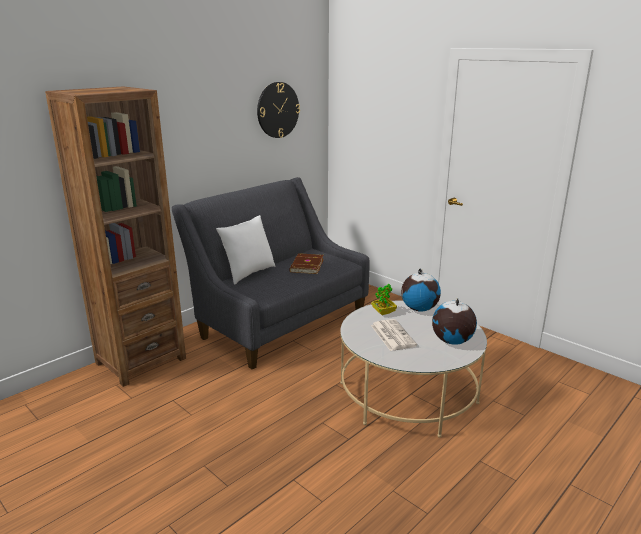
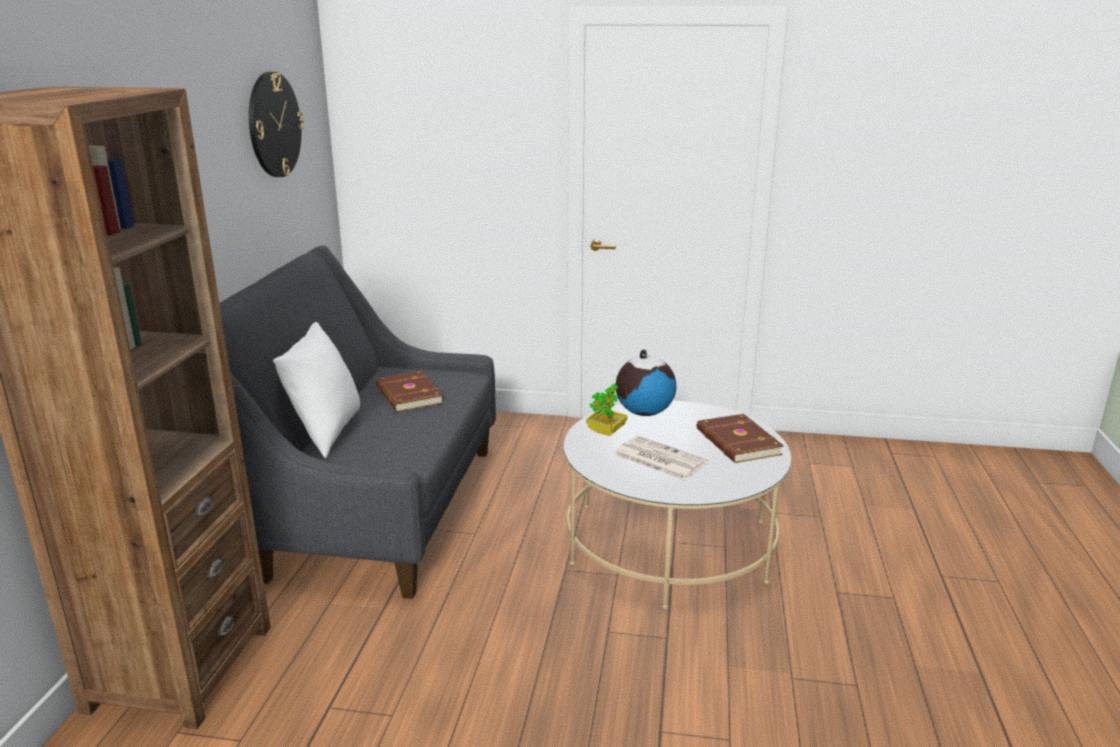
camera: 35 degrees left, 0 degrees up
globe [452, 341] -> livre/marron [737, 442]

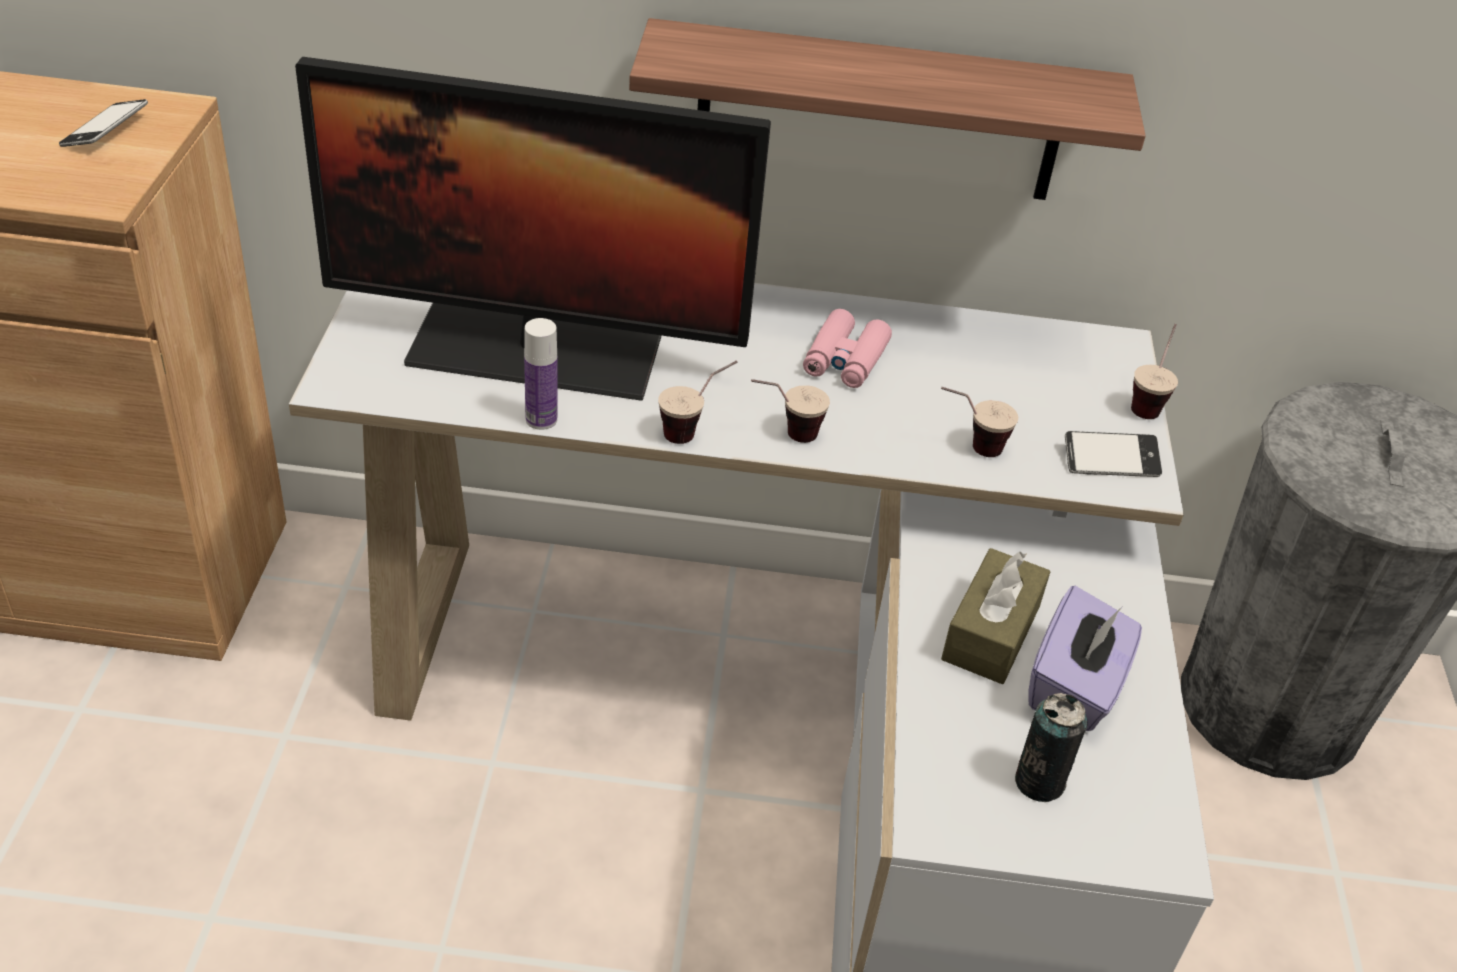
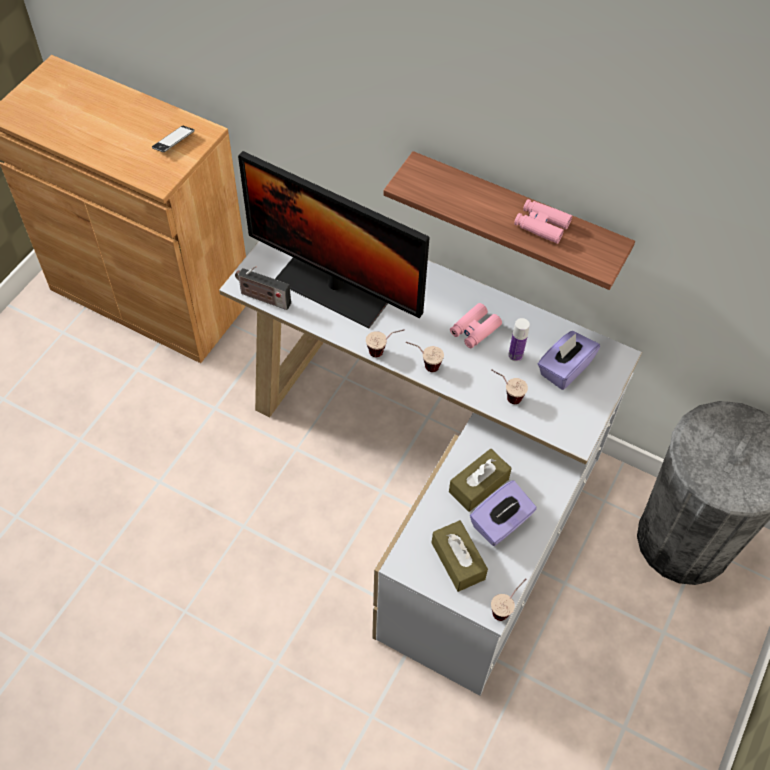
camera: 25 degrees right, 15 degrees up
bouteille [541, 419] -> bouteille [515, 355], moved
boîte métallique [1039, 782] -> boîte à mouchoirs/marron [458, 561]
téléphone [1110, 461] -> none
tasse [1148, 401] -> tasse [506, 607], moved
none -> radio [263, 298]
none -> jumelles/rose [541, 225]
none -> boîte à mouchoirs/violet [564, 369]

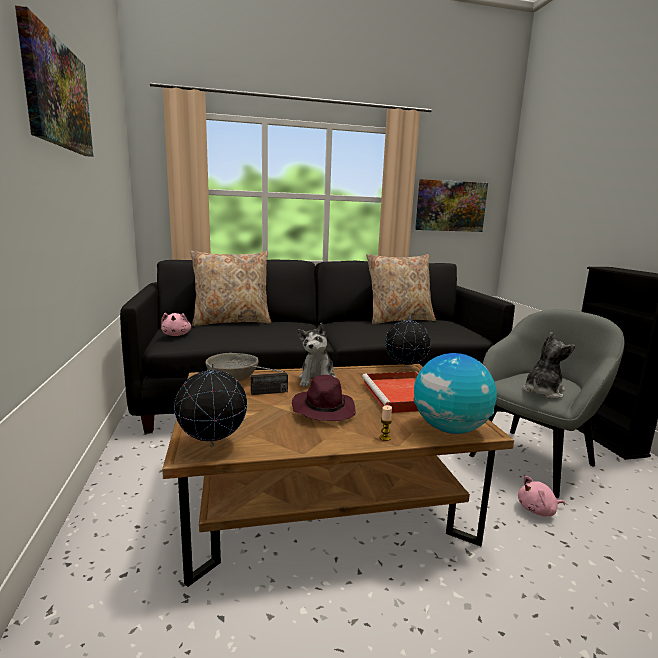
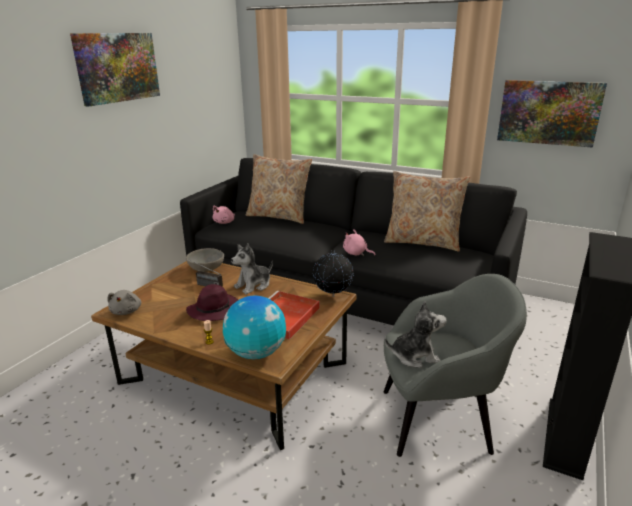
camera: 40 degrees right, 10 degrees up
globe [213, 446] -> peluche/gris [127, 311]
peluche/rose [538, 510] -> peluche/rose [356, 253], moved

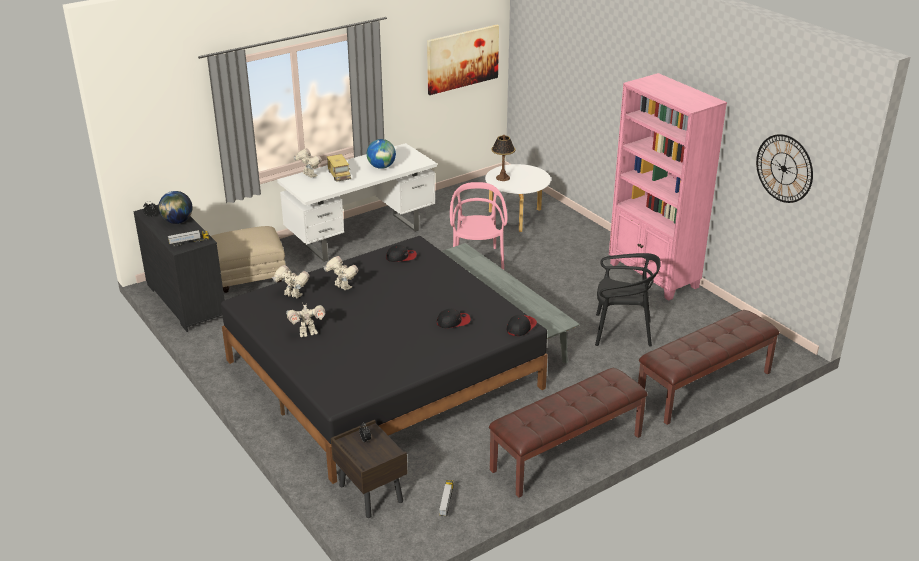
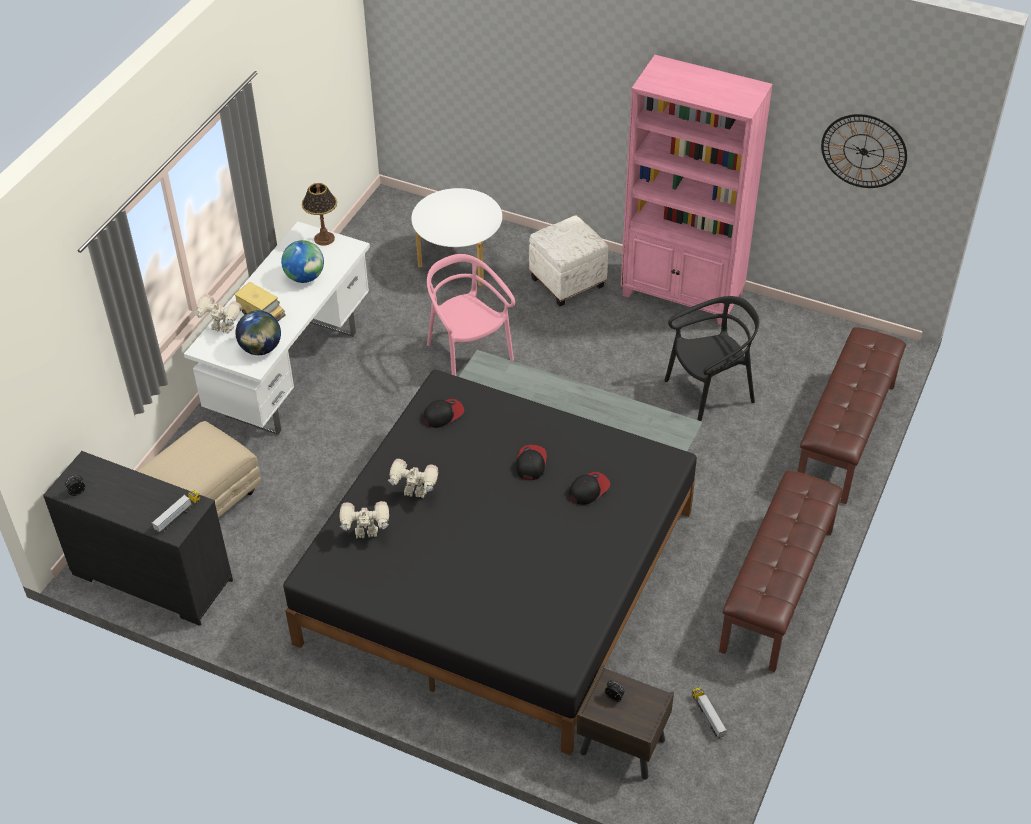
camera: 30 degrees left, 15 degrees up
globe [177, 221] -> globe [261, 349], moved
robot jouet [307, 332] -> none
tableau [462, 59] -> none
lampe de table [502, 178] -> lampe de table [324, 239], moved
casquette [521, 327] -> casquette [531, 463], moved
none -> pouf/blanc [568, 281]

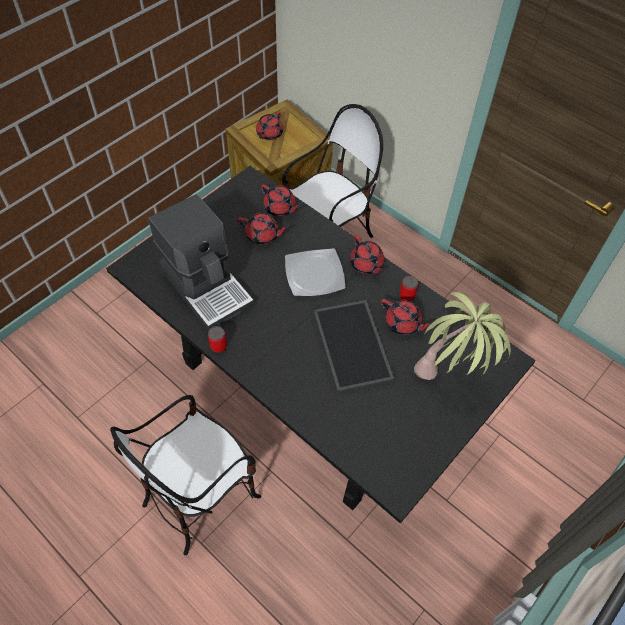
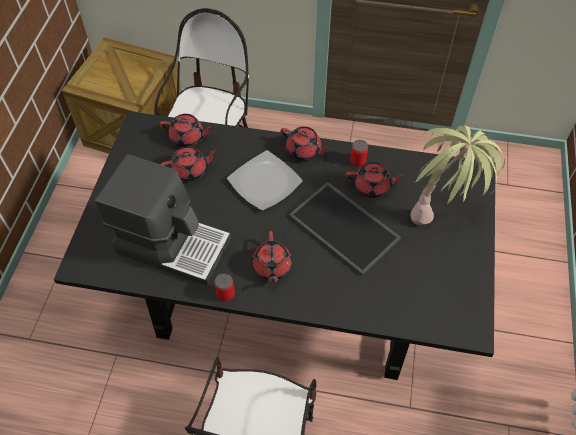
camera: 30 degrees left, 0 degrees up
théière/rouge [269, 134] -> théière/rouge [272, 267], moved

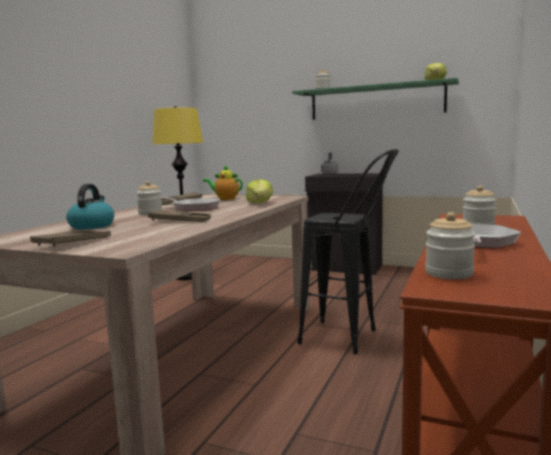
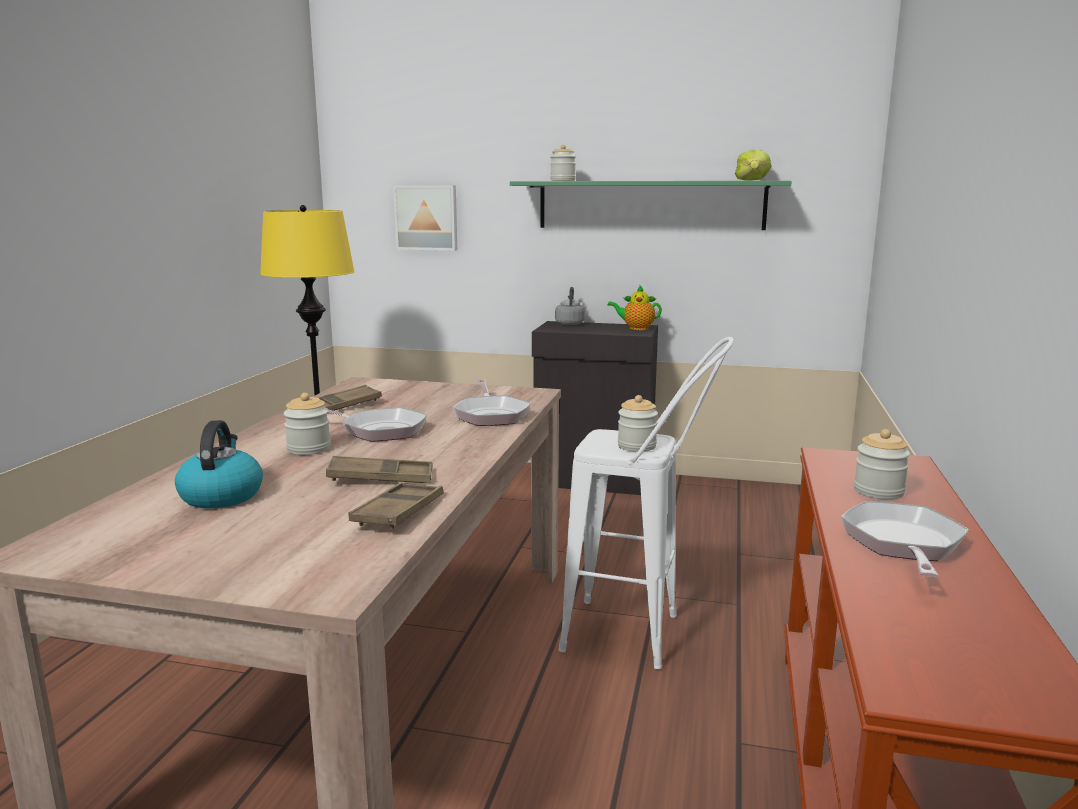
camera: 10 degrees left, 5 degrees up
plateau/marron [73, 242] -> plateau/marron [398, 512], moved
théière [225, 199] -> théière [636, 328], moved
laitue [260, 203] -> poêle [491, 414]
tabouret/noir [350, 339] -> tabouret/blanc [641, 636]
bocal [449, 273] -> bocal [636, 446], moved
none -> tableau [426, 217]

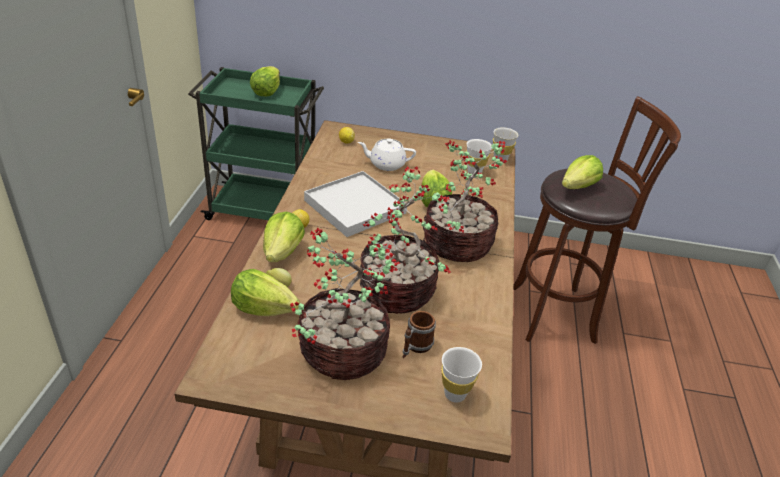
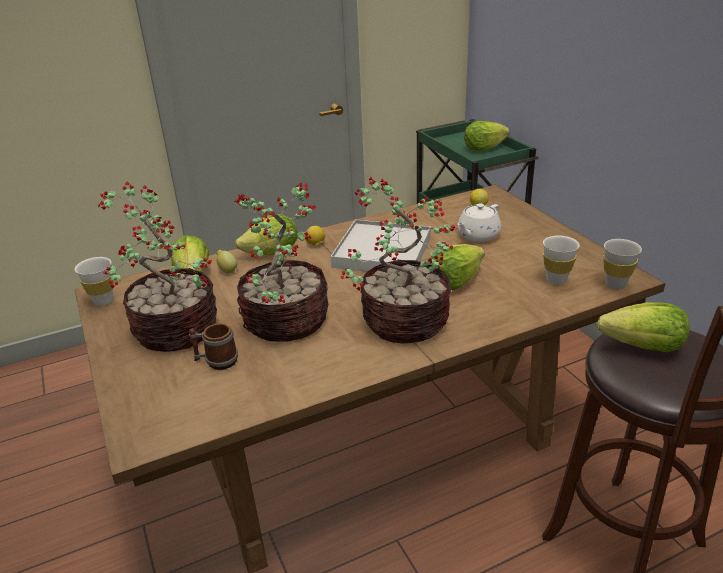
camera: 60 degrees right, 5 degrees down
théière/blanc [386, 164] -> théière/blanc [477, 236], 105 degrees counterclockwise
tasse/blanc [455, 394] -> tasse/blanc [103, 301], moved

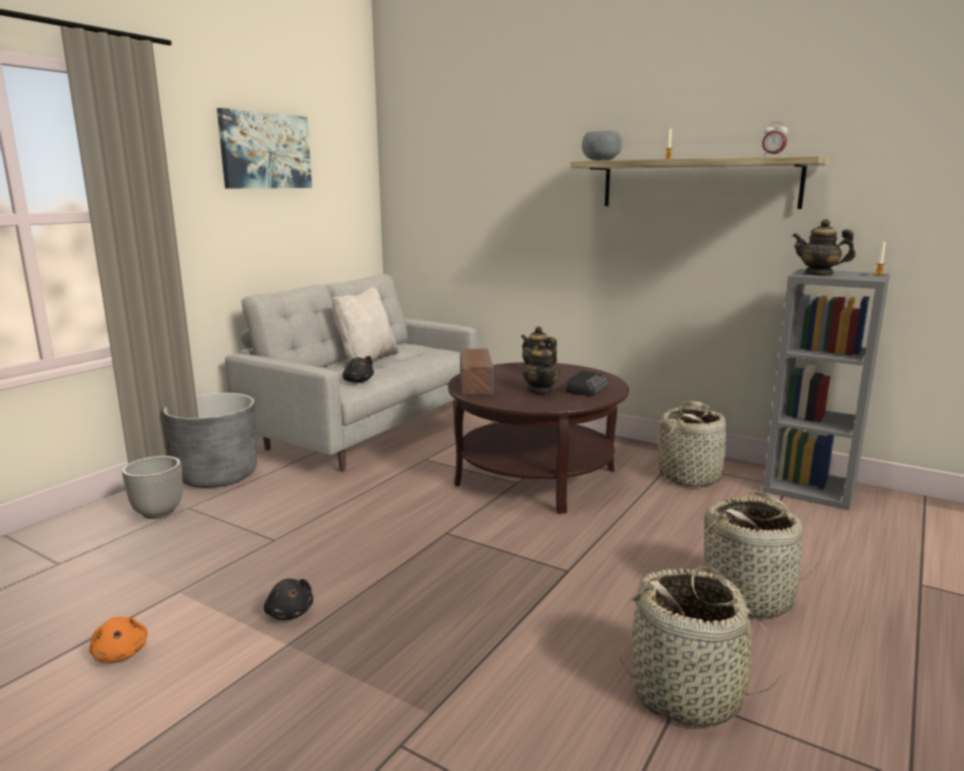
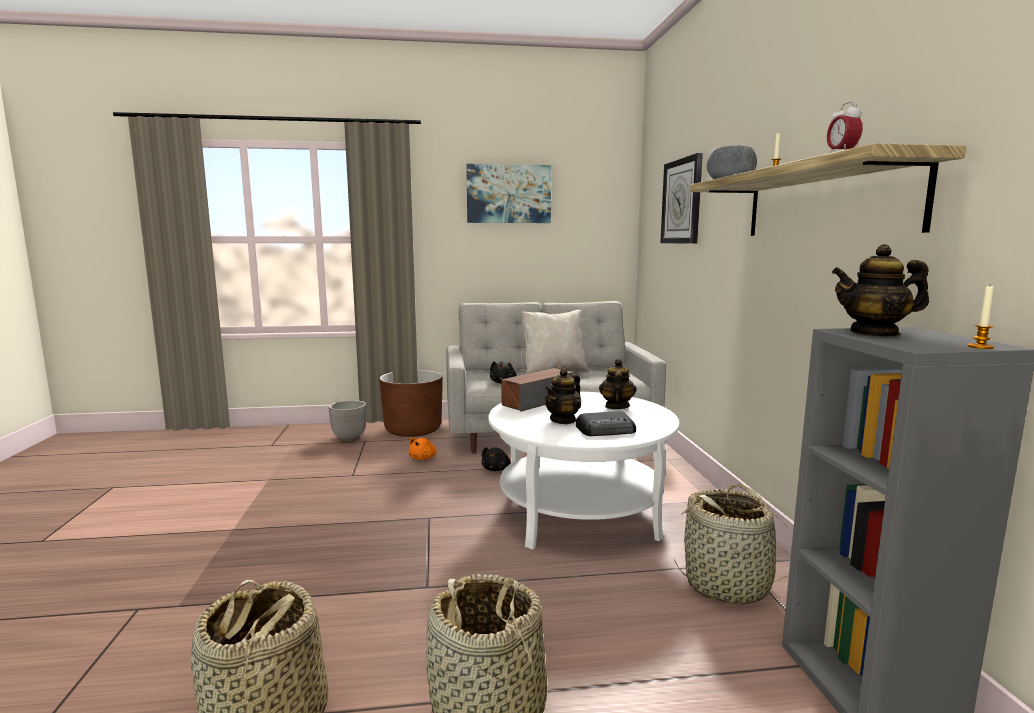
camera: 50 degrees right, 5 degrees down
peluche/orange [121, 653] -> peluche/orange [423, 458], moved
cache-pot/gris [218, 476] -> cache-pot/marron [413, 430]
peluche/noir [289, 612] -> peluche/noir [496, 469], moved
table basse/marron [535, 477] -> table basse/blanc [580, 512]
théière [819, 274] -> théière [874, 333], 75 degrees counterclockwise
none -> horloge murale [682, 201]

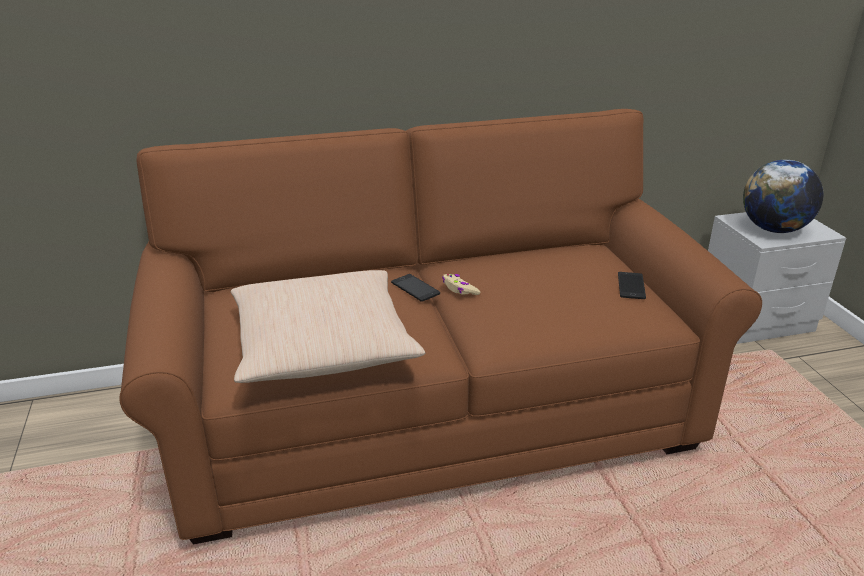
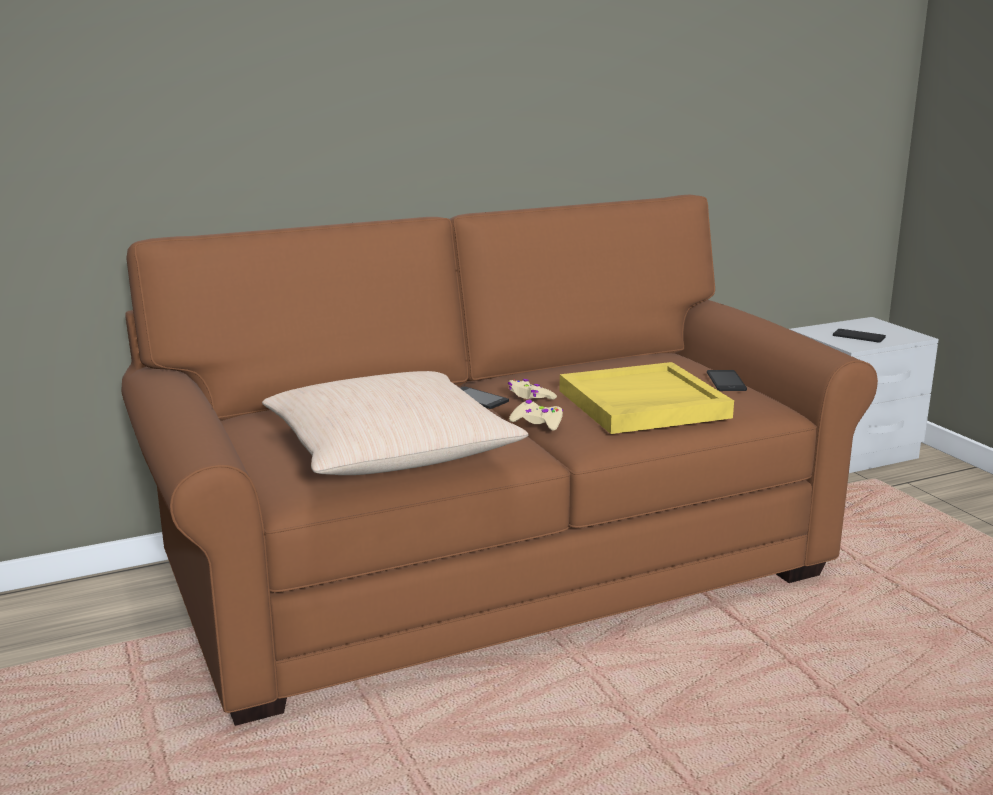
camera: 10 degrees left, 10 degrees down
globe [774, 229] -> téléphone [858, 336]
none -> manette/beige [538, 422]
none -> plateau/jaune [642, 404]

